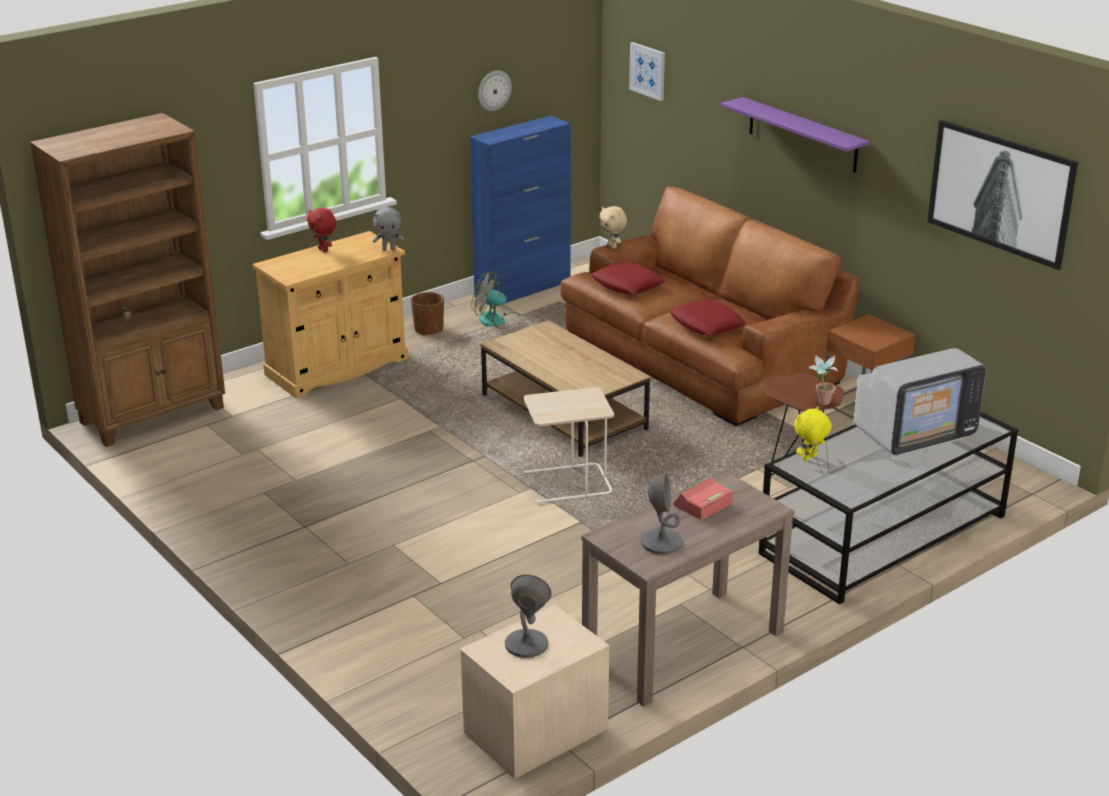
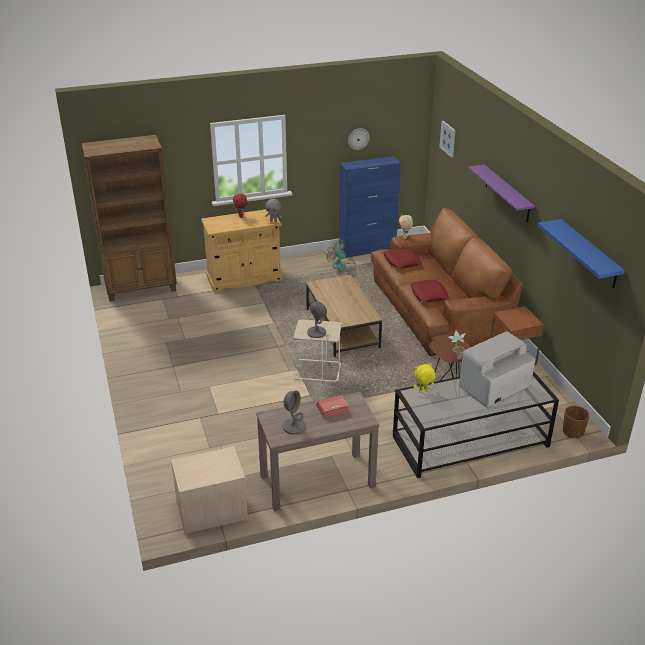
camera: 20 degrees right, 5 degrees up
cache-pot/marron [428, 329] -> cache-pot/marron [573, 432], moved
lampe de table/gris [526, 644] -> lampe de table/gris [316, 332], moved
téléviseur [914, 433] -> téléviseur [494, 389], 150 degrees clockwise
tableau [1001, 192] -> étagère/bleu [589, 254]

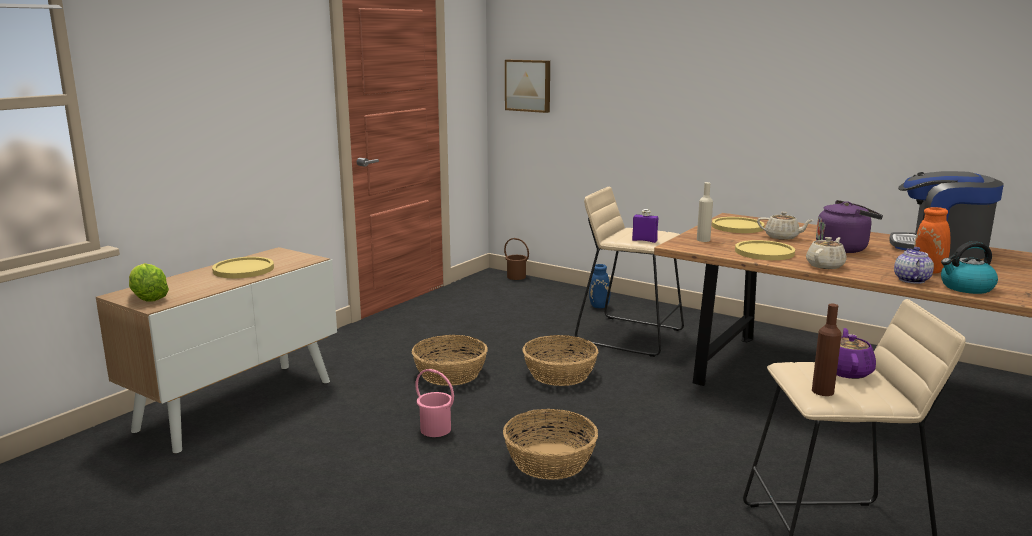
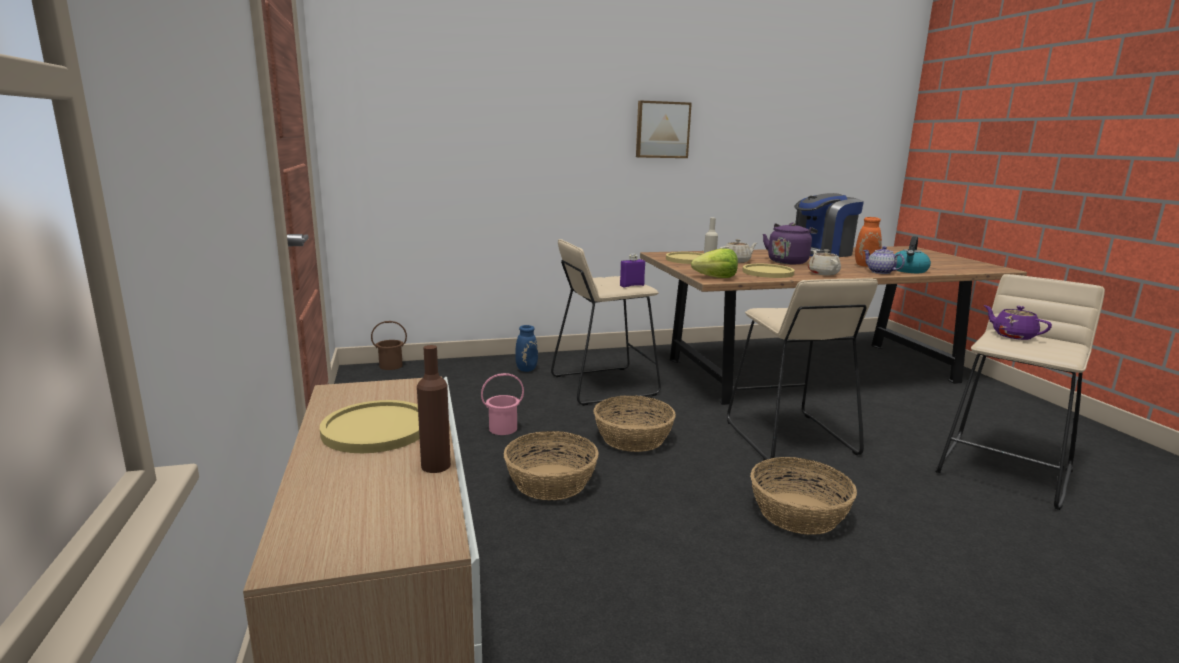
camera: 50 degrees left, 0 degrees up
laitue [148, 298] -> laitue [716, 277], moved
seau/rose [435, 429] -> seau/rose [502, 428], moved
tableau [528, 85] -> tableau [662, 130], moved
bouteille/marron [822, 391] -> bouteille/marron [436, 465], moved
none -> tabouret/beige [788, 438]

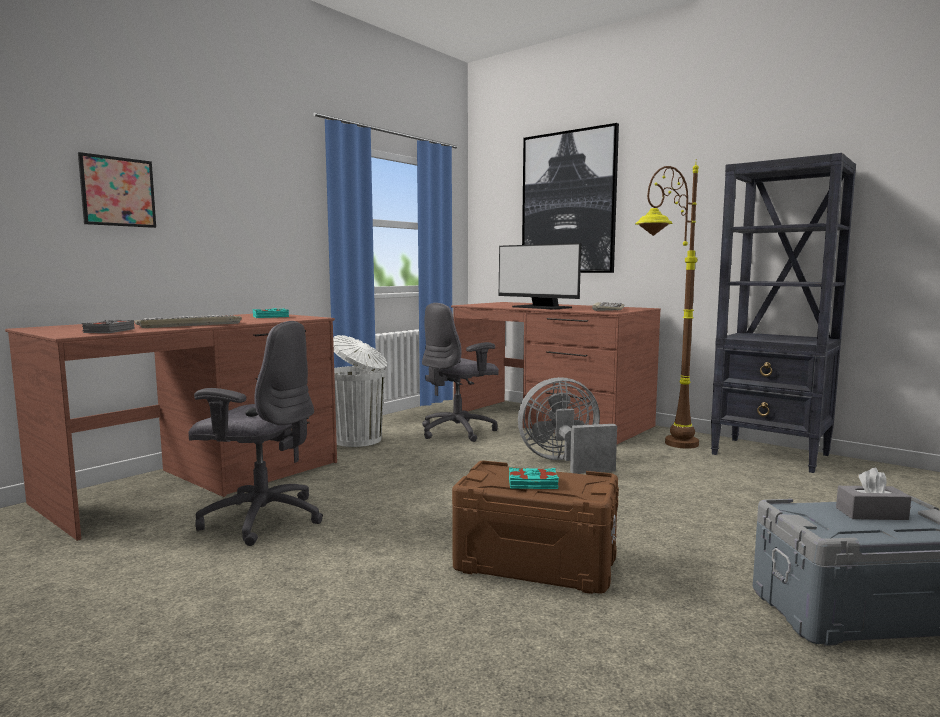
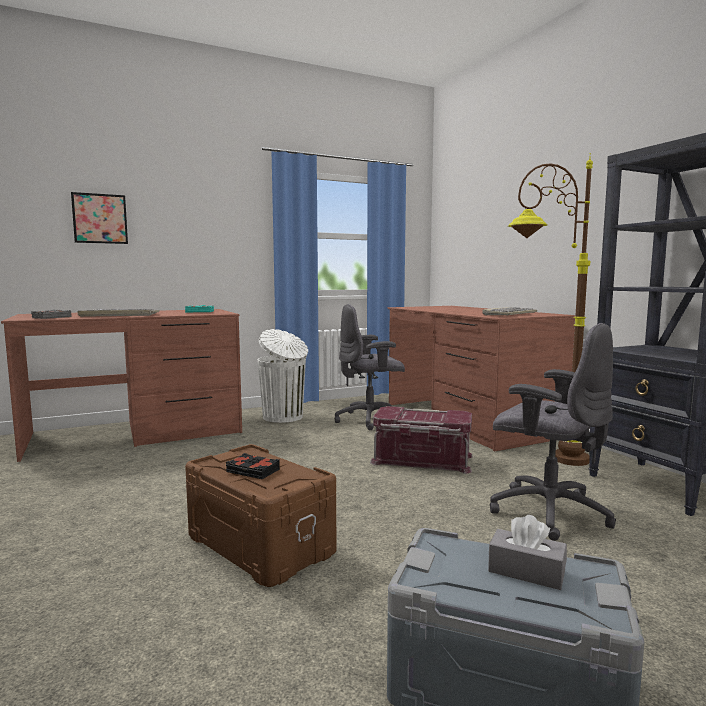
camera: 25 degrees right, 0 degrees up
chaise de bureau/gris [261, 518] -> chaise de bureau/gris [547, 511], moved
écran d'ordinateur [541, 307] -> none
livre/turquoise [533, 484] -> livre/noir [252, 471]
ventilateur/gris [564, 462] -> boîte de rangement/rouge [421, 460]
tableau [568, 203] -> none

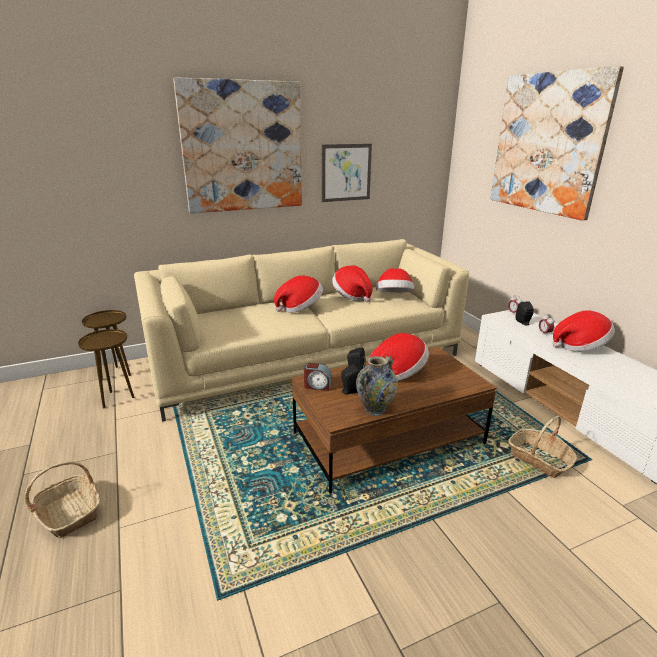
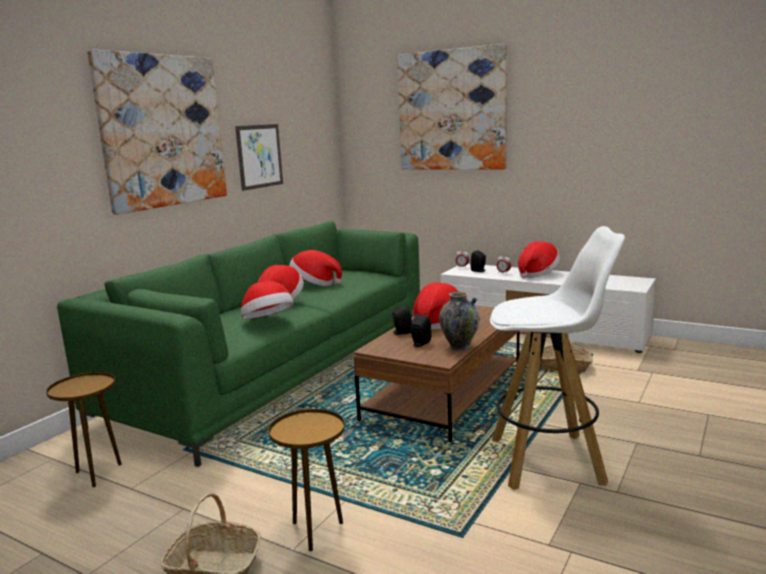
camera: 35 degrees left, 10 degrees down
table d'appoint/marron [116, 374] -> table d'appoint/marron [315, 531], moved
canapé/beige [306, 357] -> canapé/vert [280, 369]
réveil [317, 386] -> none
chapeau [394, 297] -> chapeau [267, 321], moved
none -> tabouret/blanc [548, 461]

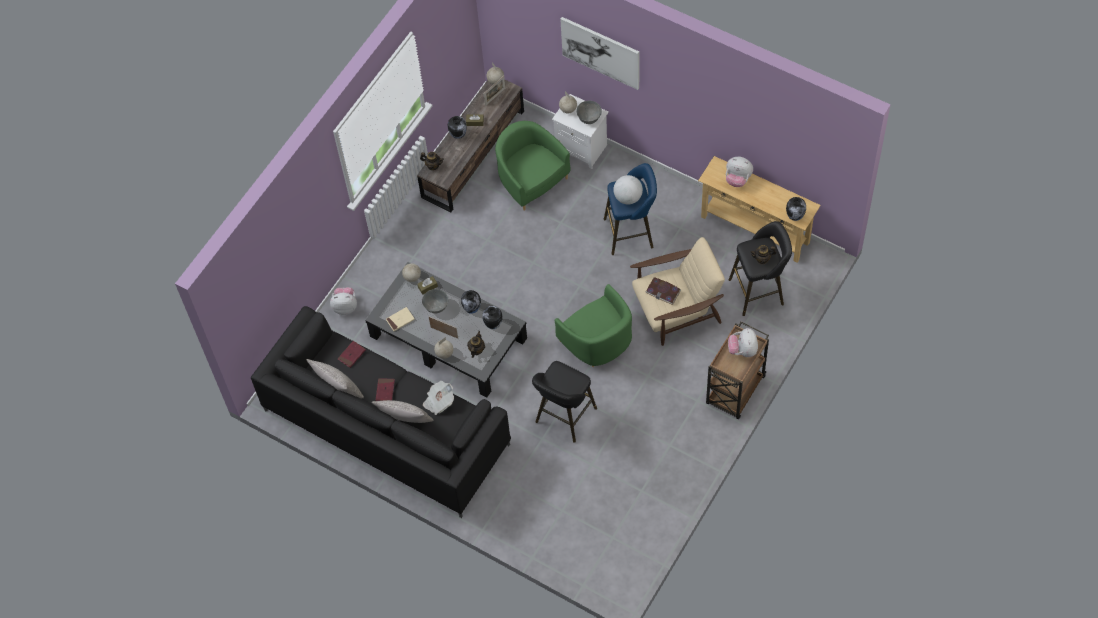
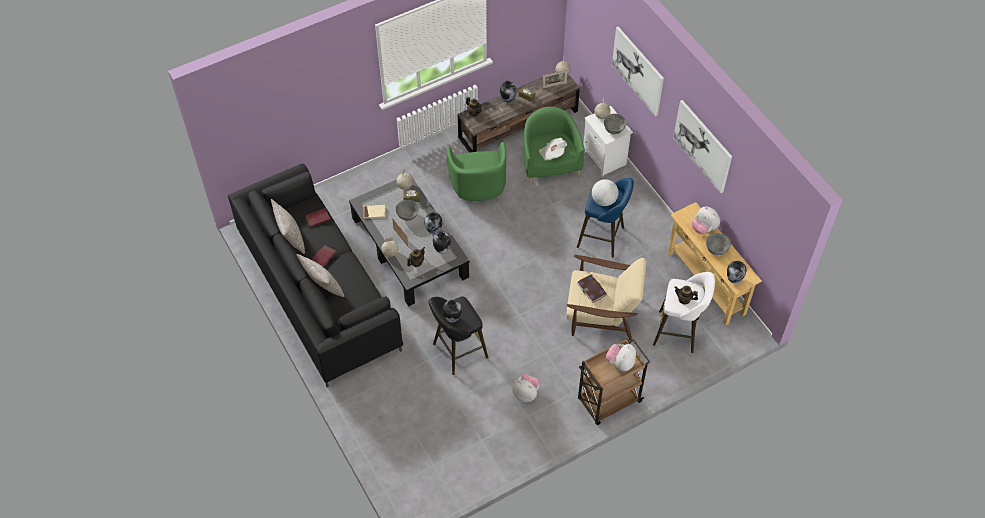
camera: 25 degrees right, 5 degrees down
peluche [345, 306] -> peluche [526, 393], moved
journal [439, 401] -> journal [552, 153], moved
fauteuil/vert [598, 342] -> fauteuil/vert [478, 186], moved
tabouret/noir [759, 291] -> tabouret/blanc [679, 332]
none -> vase [452, 318]
none -> tableau [702, 146]
none -> bol/gris [716, 250]

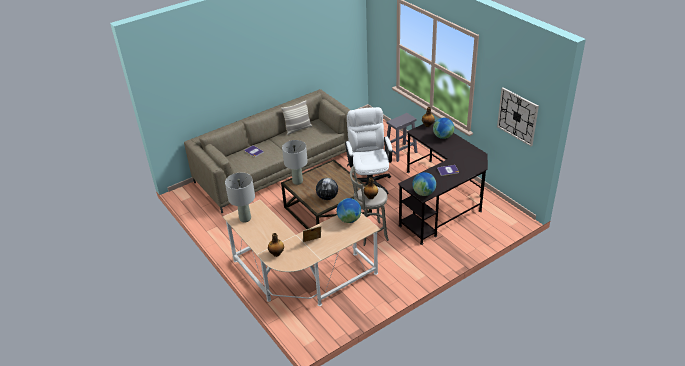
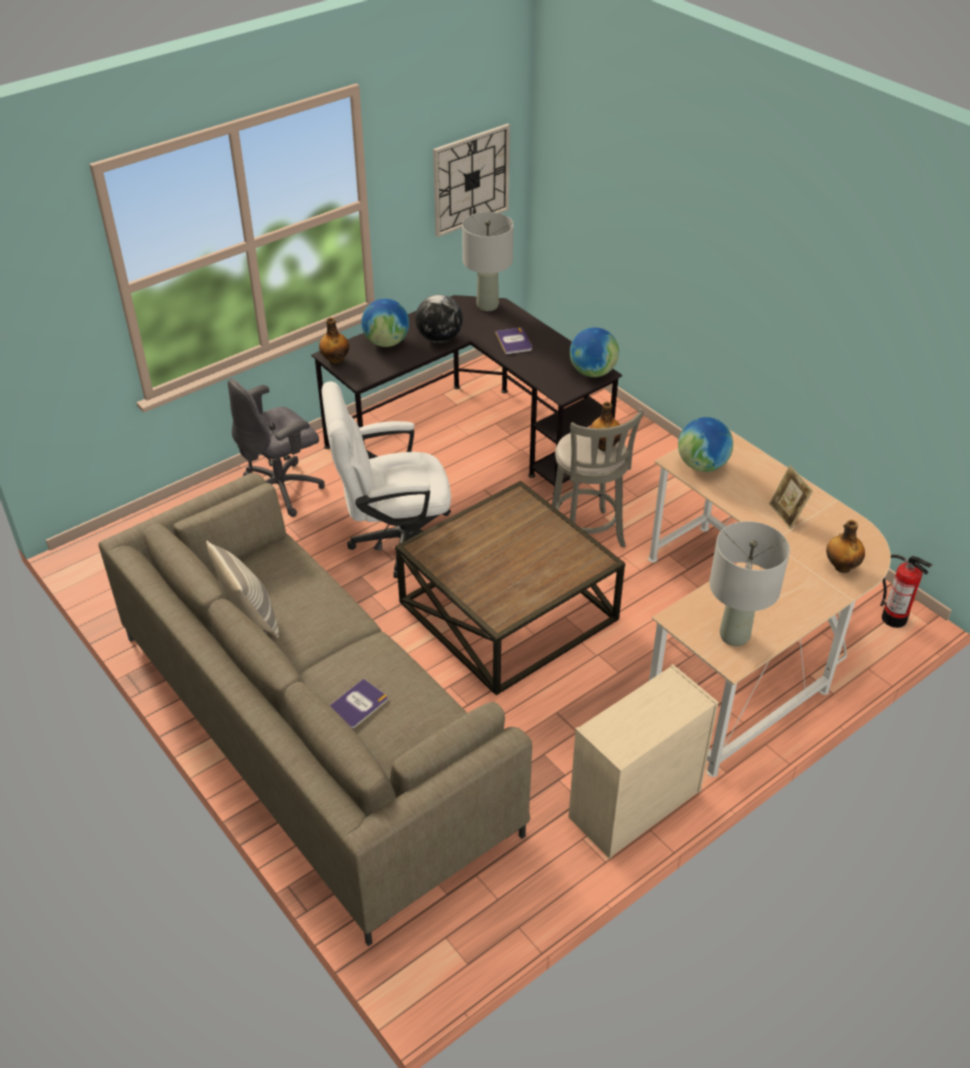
camera: 95 degrees left, 5 degrees up
lampe de table/gris [298, 181] -> lampe de table/gris [487, 305], moved
globe [327, 197] -> globe [439, 338], moved
tabouret/gris [401, 152] -> chaise de bureau/gris [282, 490]
none -> commode/beige [633, 805]
none -> extincteur [894, 618]

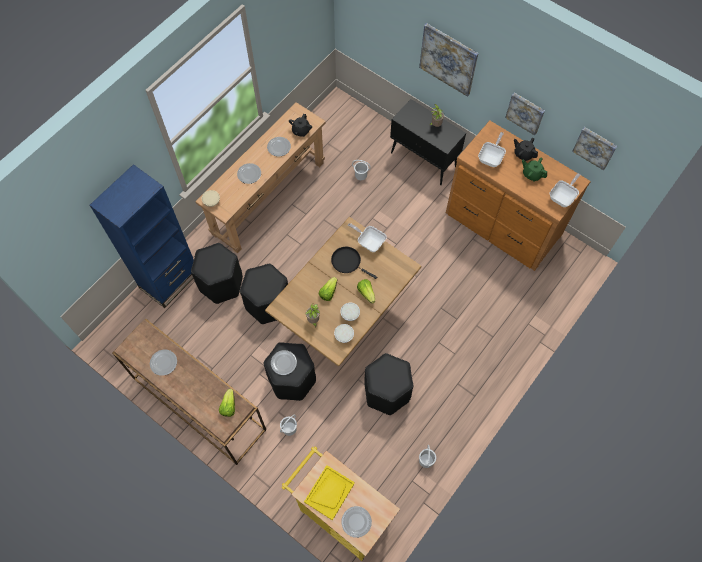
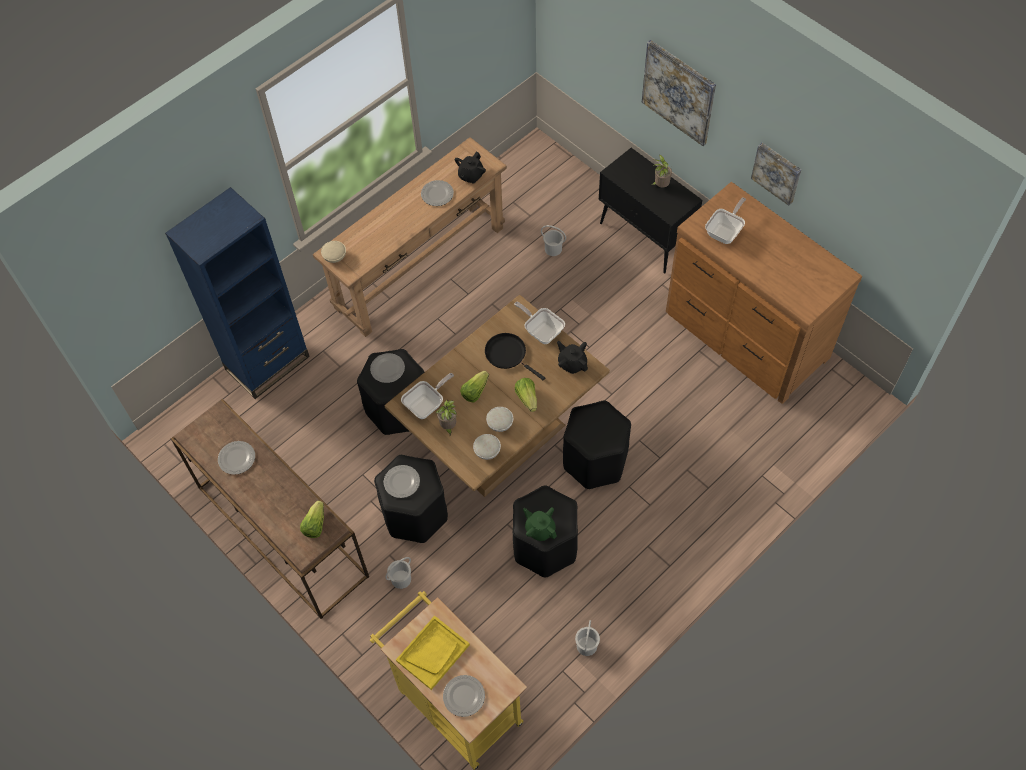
camera: 10 degrees right, 5 degrees down
tabouret/noir [221, 284] -> tabouret/noir [595, 461], moved
assiette [249, 174] -> assiette [387, 369], moved
théière/noir [523, 154] -> théière/noir [572, 363], moved
théière/vert [532, 174] -> théière/vert [540, 529], moved
poêle [563, 197] -> poêle [427, 405], moved
tableau [595, 147] -> none

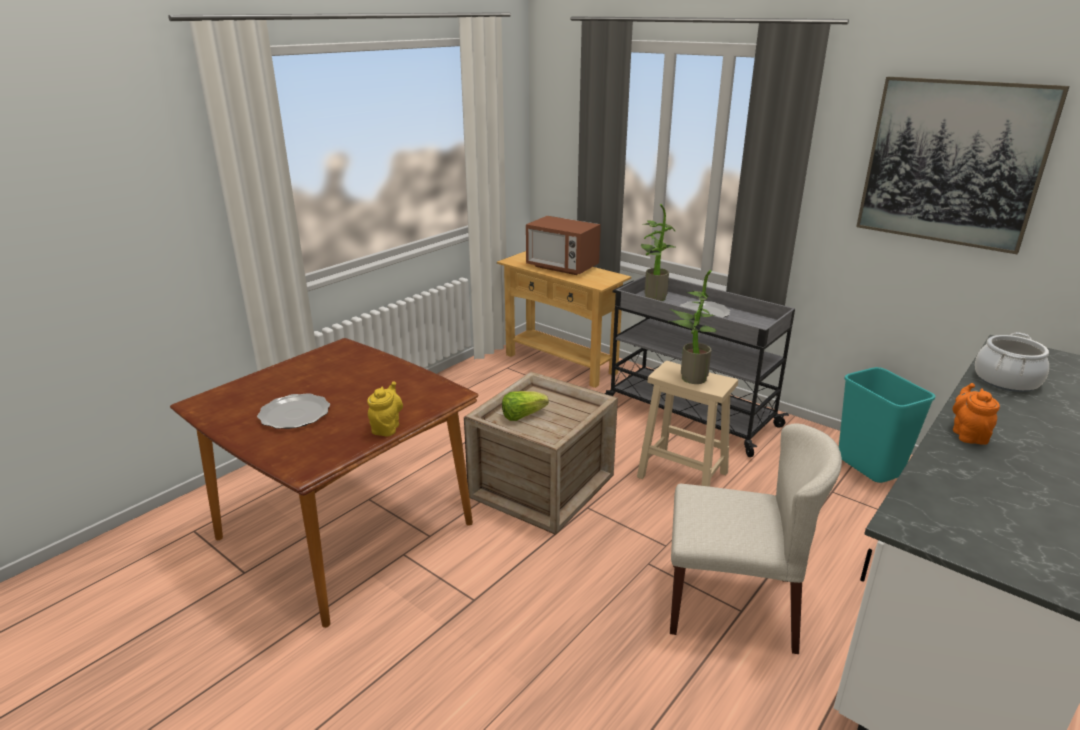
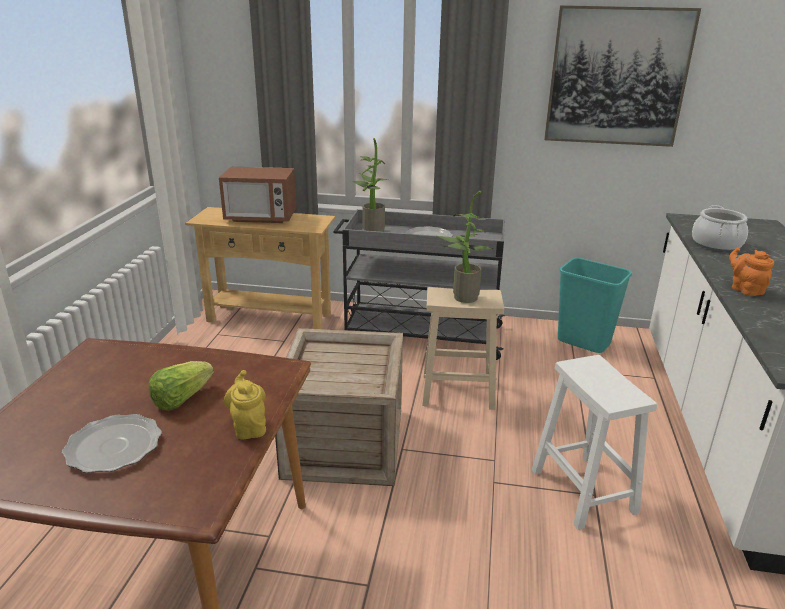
camera: 30 degrees left, 0 degrees up
laitue [522, 416] -> laitue [181, 398], moved
chaise/beige [732, 605] -> tabouret/blanc [584, 492]

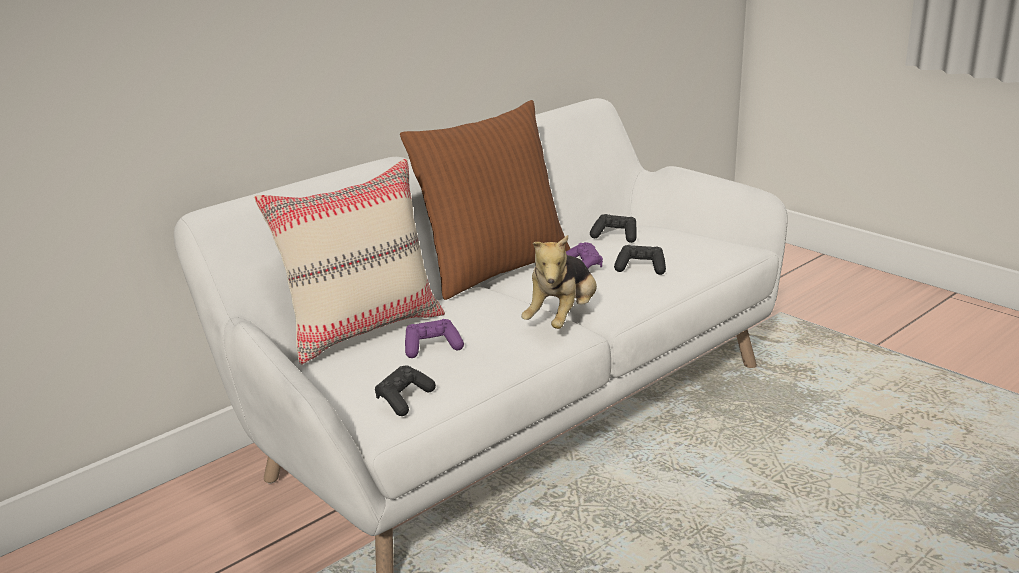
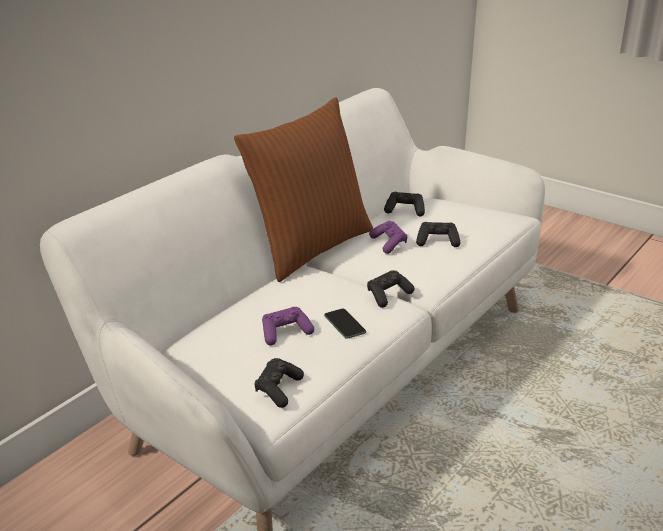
camera: 10 degrees left, 5 degrees up
coussin/beige [362, 329] -> none
peluche [562, 319] -> manette/noir [388, 296]
none -> téléphone [344, 324]

